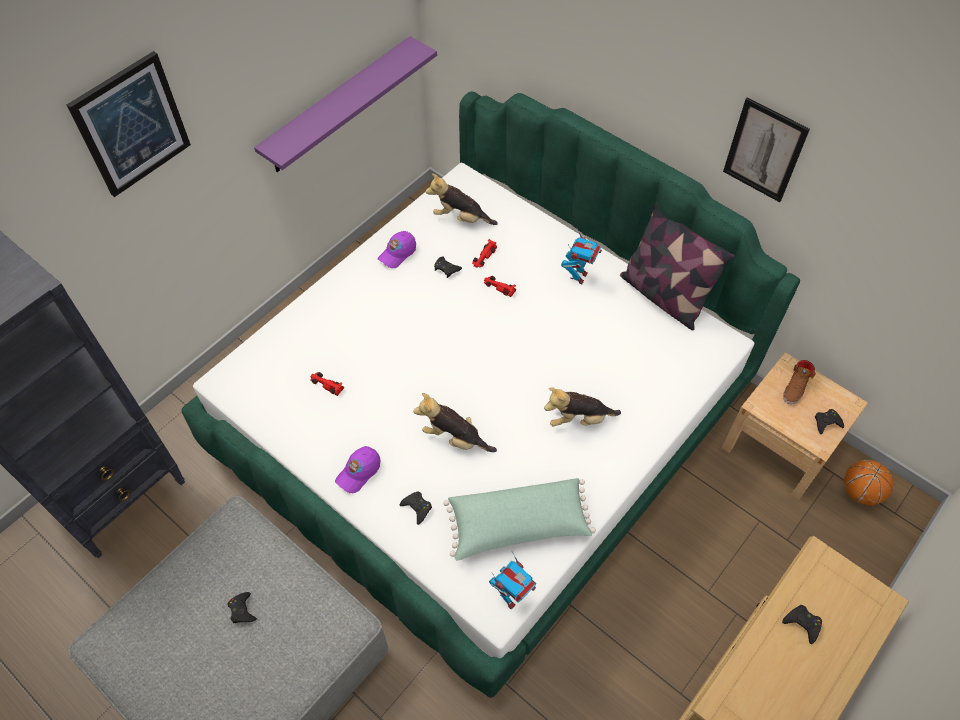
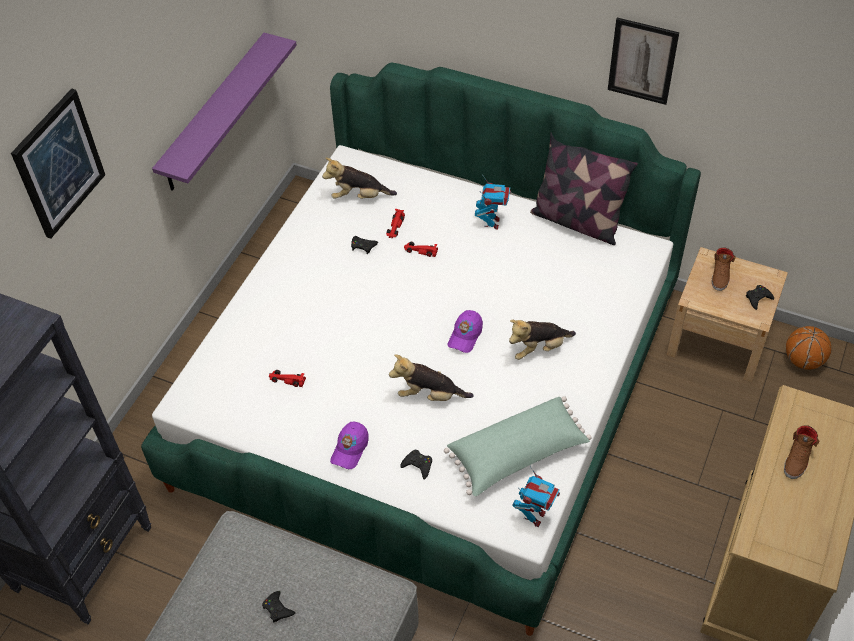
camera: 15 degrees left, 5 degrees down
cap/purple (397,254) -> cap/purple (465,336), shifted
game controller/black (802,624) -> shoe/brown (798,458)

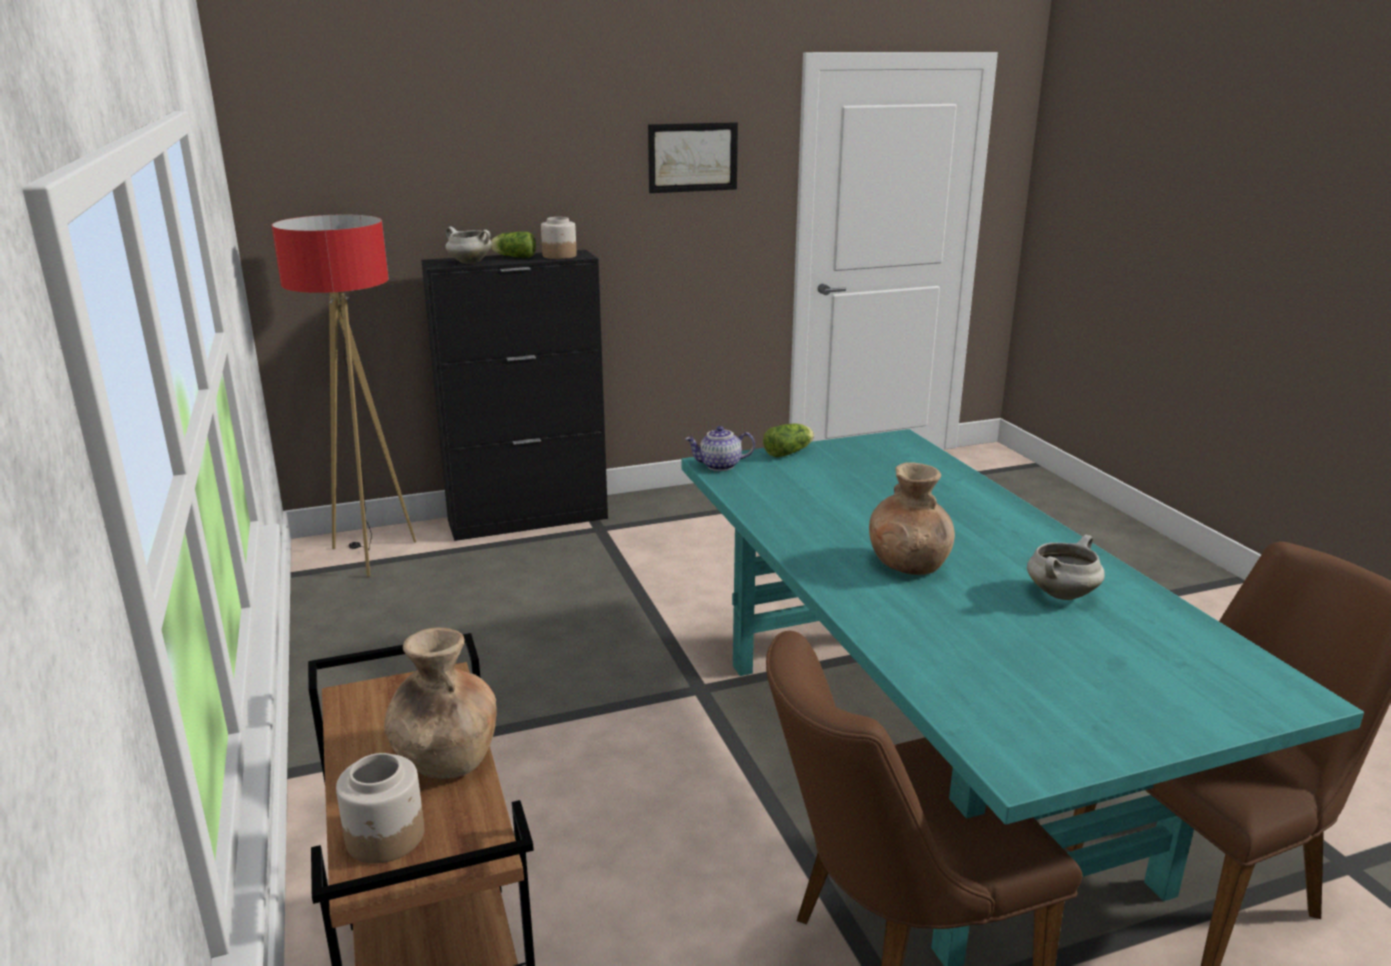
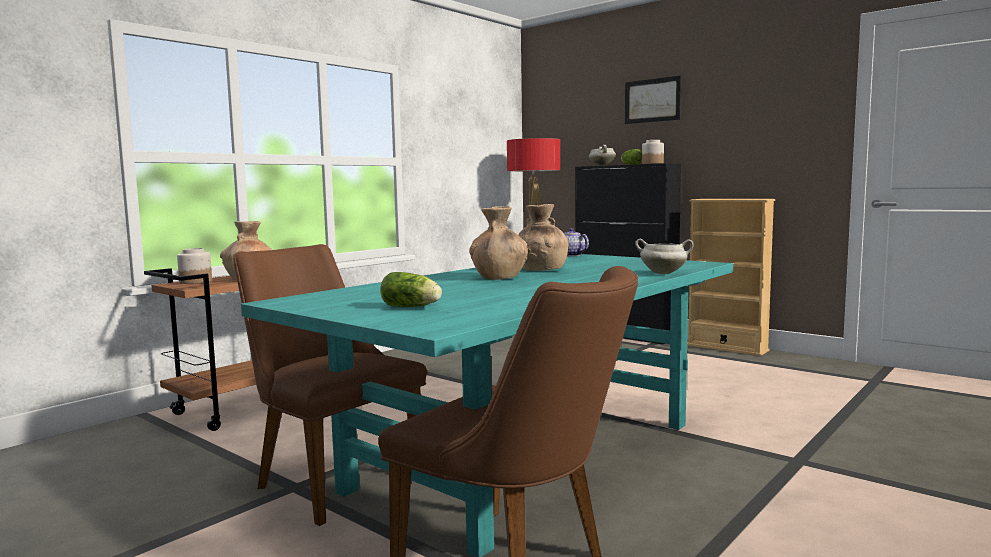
camera: 60 degrees right, 15 degrees down
picture (693,157) -> picture (652,100), shifted
lettuce (790,452) -> lettuce (412,307), shifted
cooking pot/white (1061,593) -> cooking pot/white (664,273), shifted
none -> vase/brown (540,270)
none -> bookcase/beige (727,348)

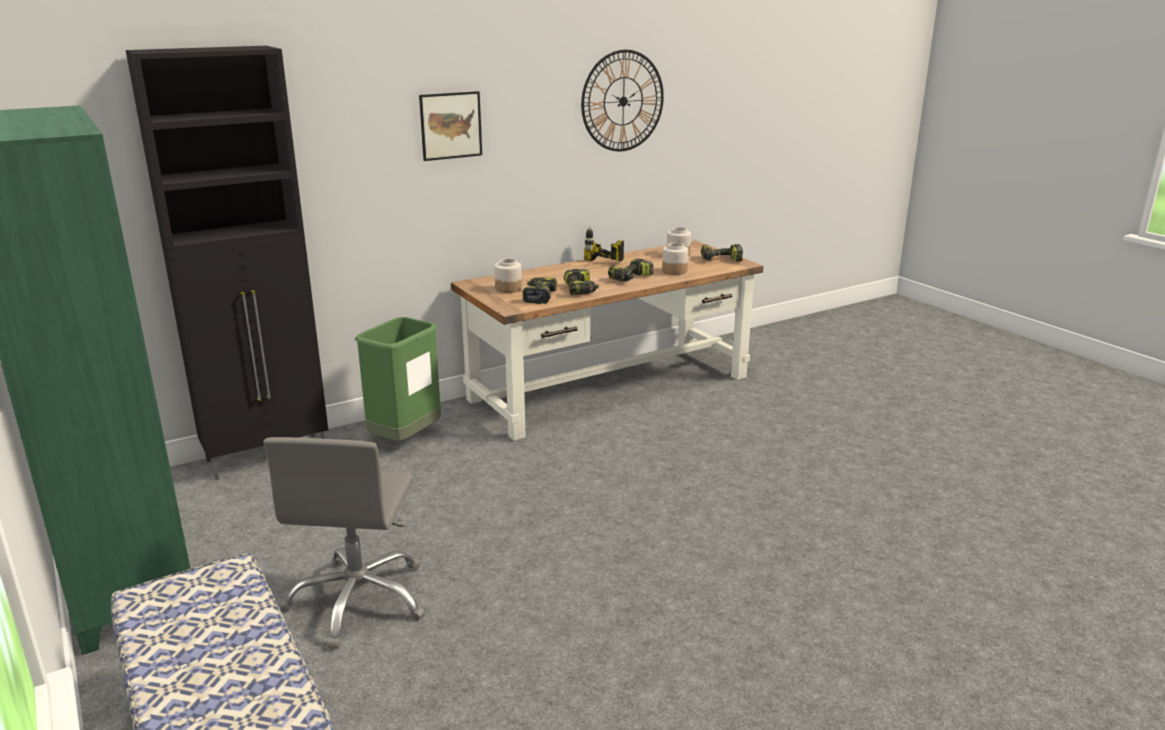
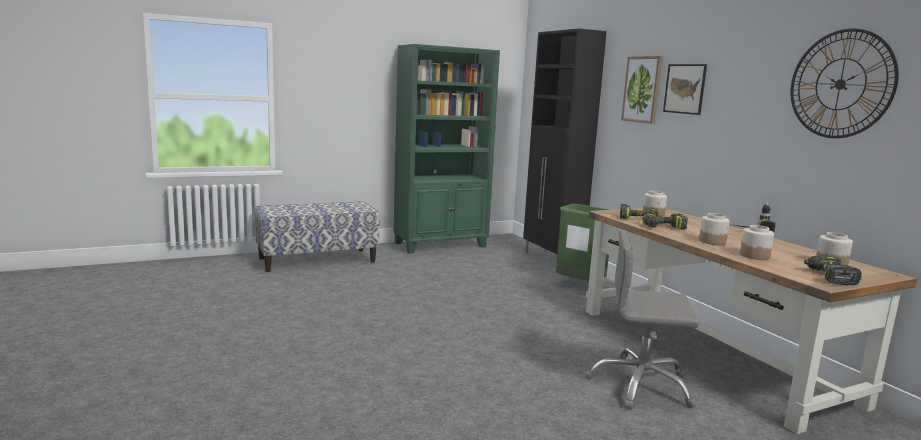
camera: 95 degrees right, 10 degrees down
office chair/grey (359,600) -> office chair/grey (640,385), shifted
power drill (631,278) -> jar (712,241)
none -> picture (642,89)

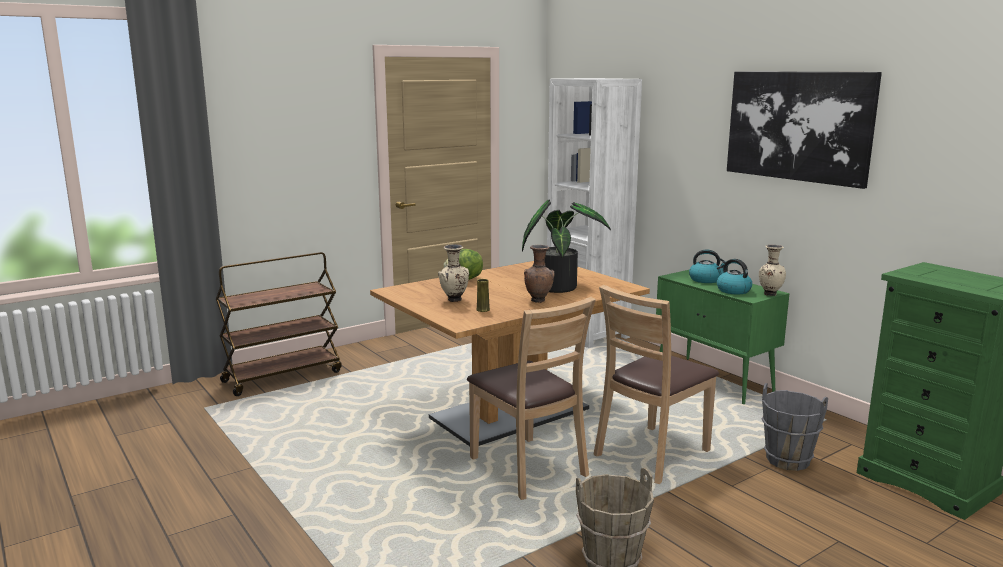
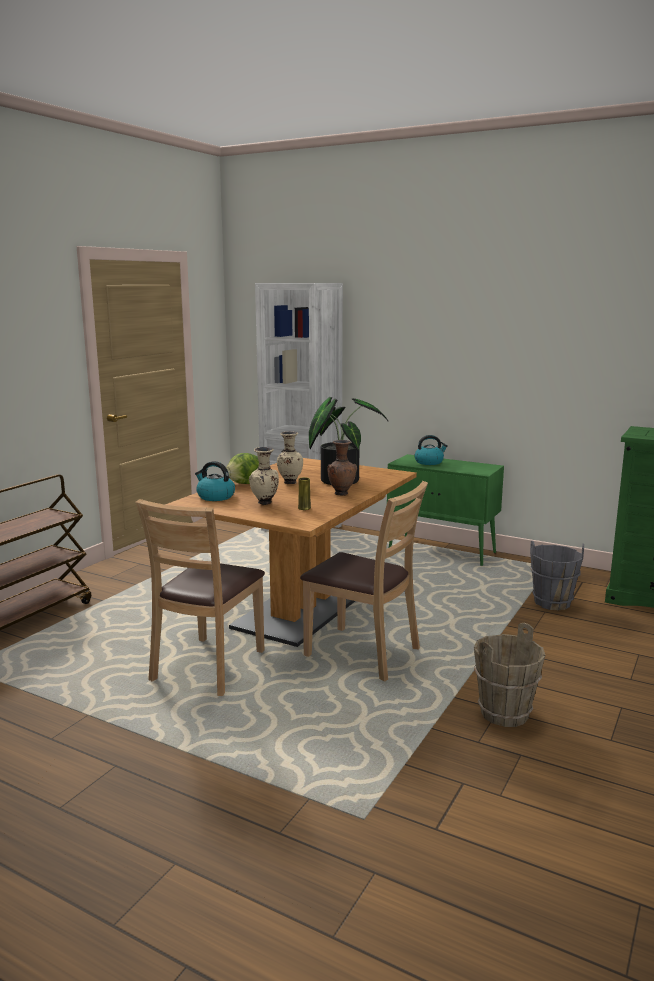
camera: 25 degrees left, 0 degrees up
chair/brown (652,454) -> chair/brown (208,666), shifted
kettle (732,290) -> kettle (215,497), shifted
picture (798,126) -> none
vase/beige (769,294) -> vase/beige (289,482), shifted

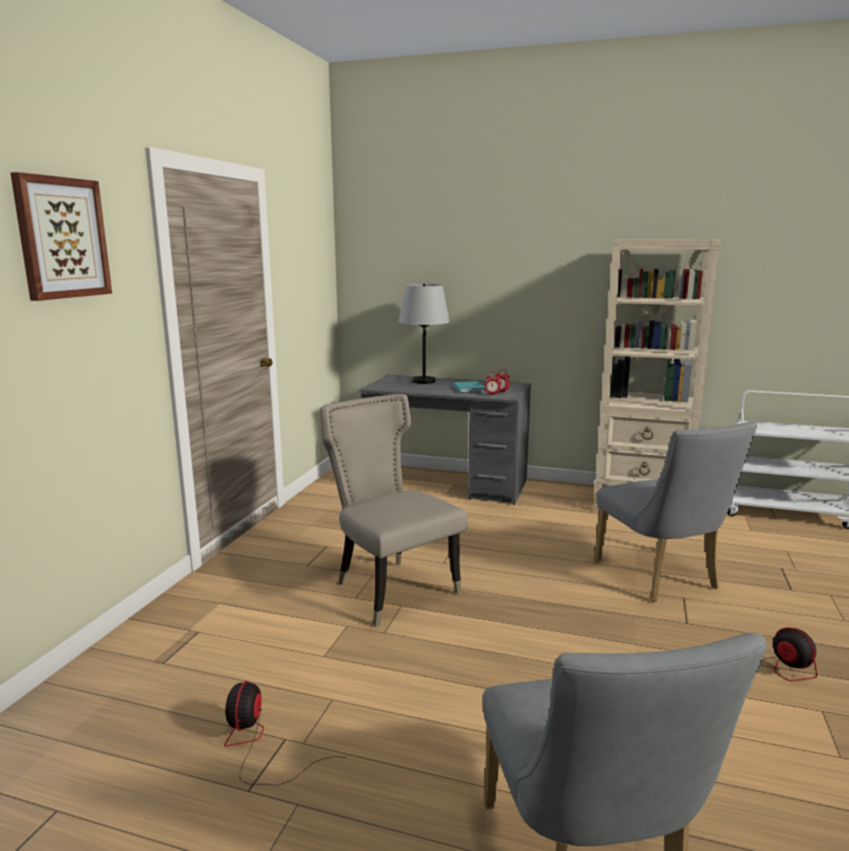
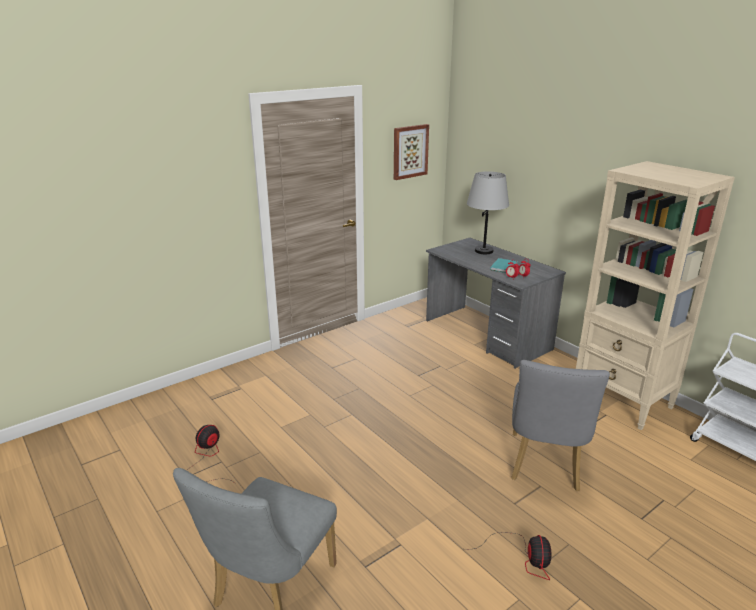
camera: 35 degrees right, 10 degrees up
picture (61,238) -> picture (410,151), shifted
chair/beige (391,588) -> none

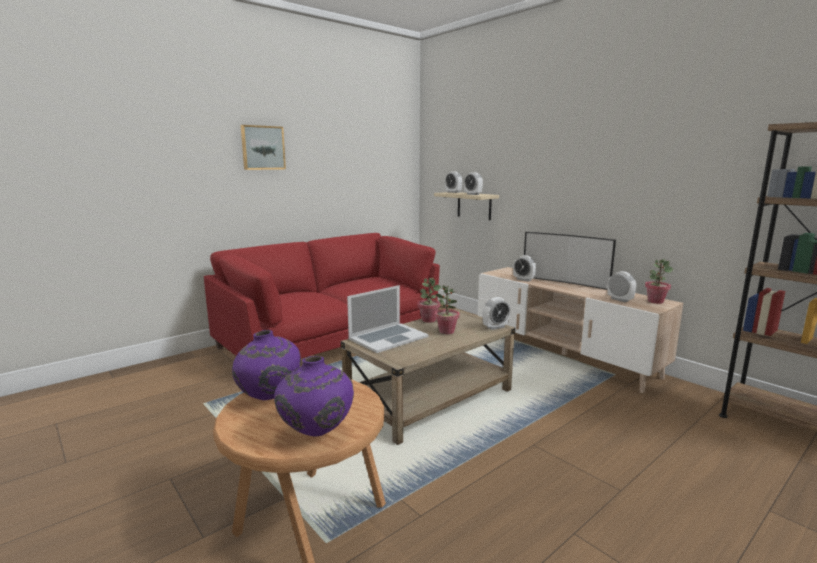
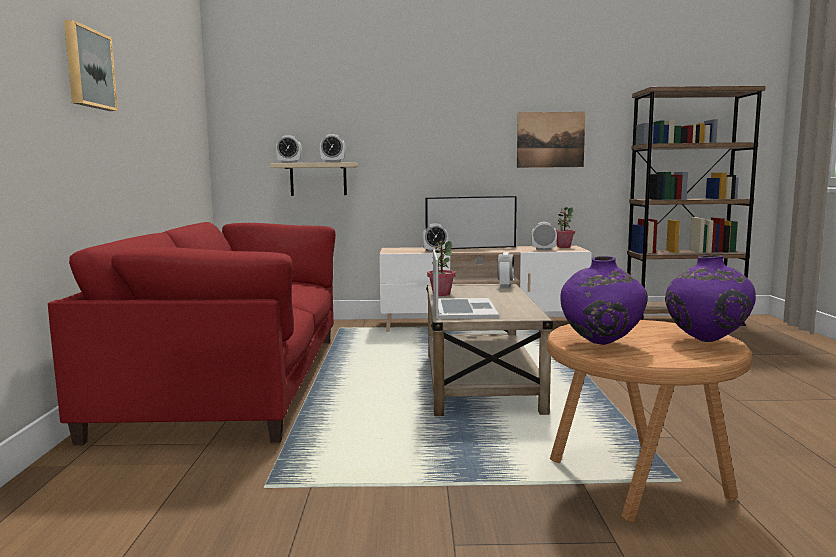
camera: 50 degrees left, 5 degrees down
potted plant (446,331) -> none
none -> picture (550,139)

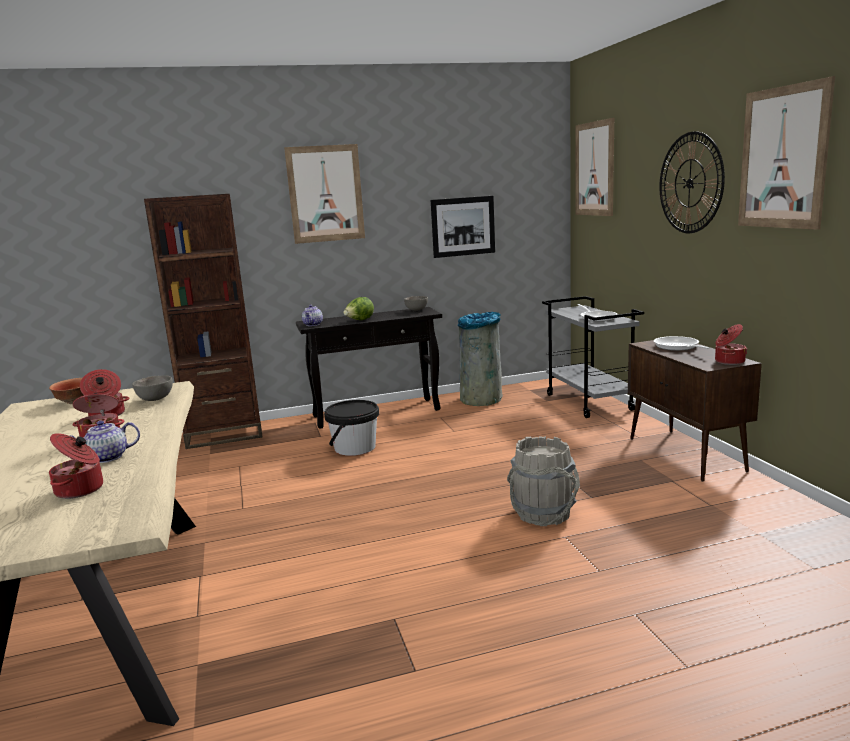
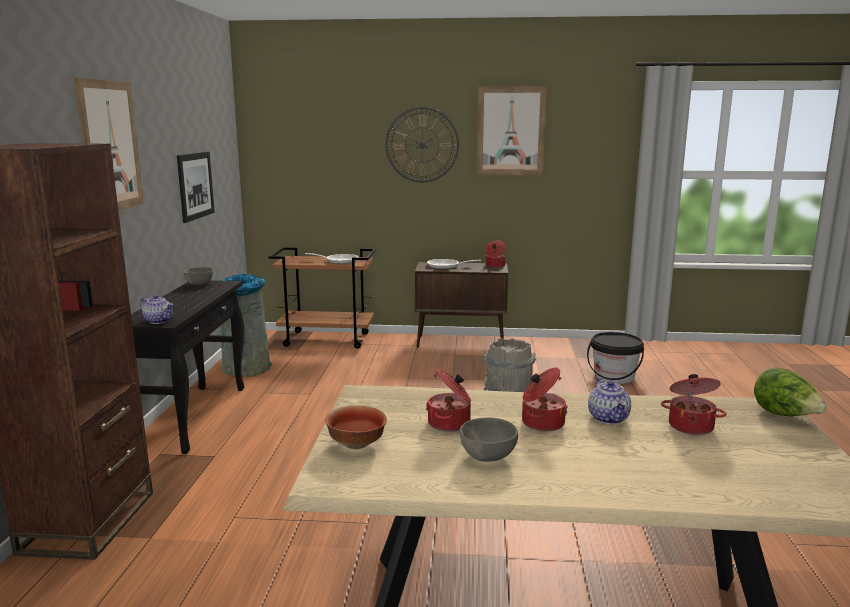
camera: 70 degrees left, 0 degrees up
bowl/grey (156,399) -> bowl/grey (487,456), shifted
bucket/black (355,447) -> bucket/black (614,377), shifted
lettuce (359,320) -> lettuce (785,415), shifted
cart/grey (590,402) -> cart/brown (328,339)
picture (594,169) -> none

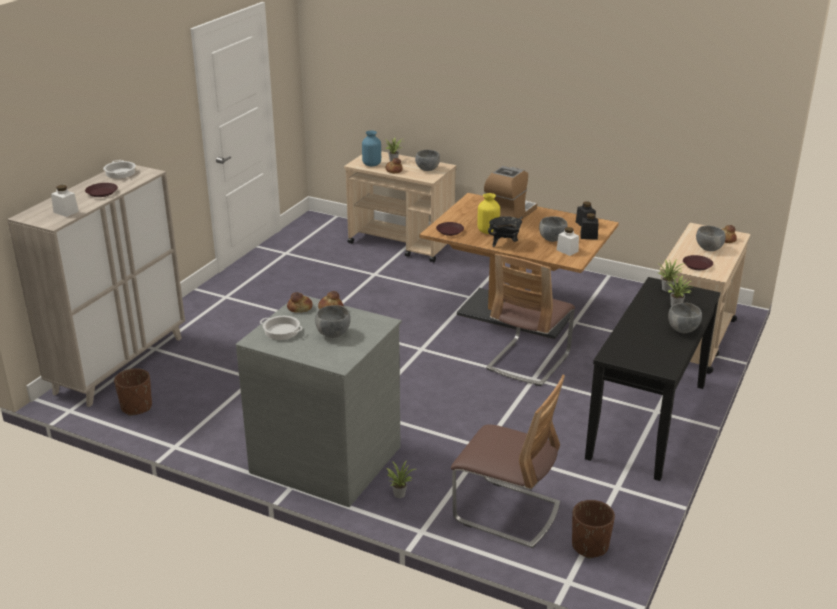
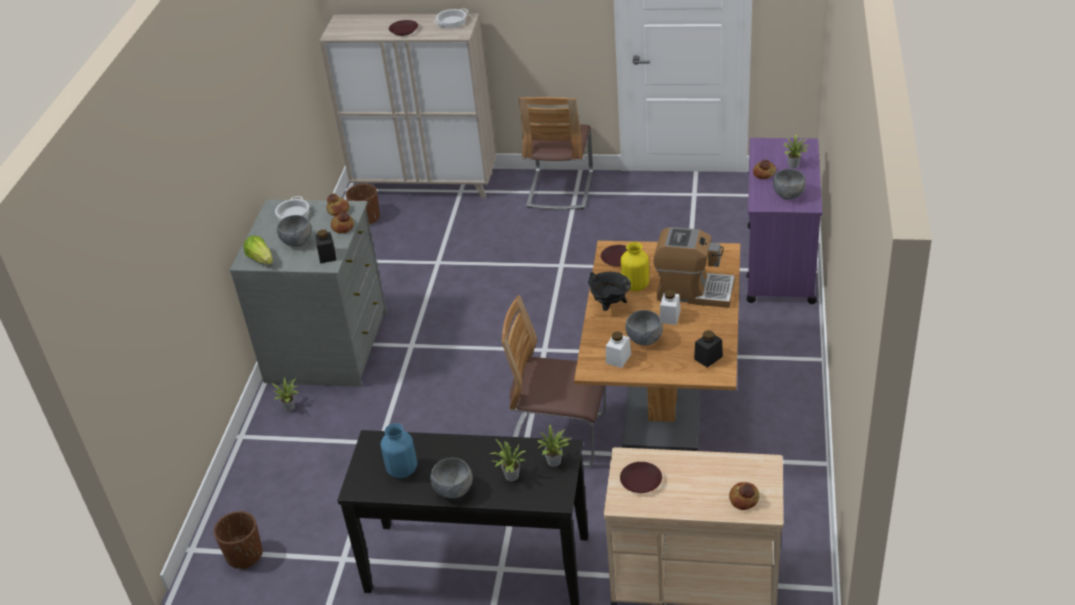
camera: 75 degrees right, 10 degrees up
jar/white (66,212) -> jar/white (670,316), shifted
cart/beige (402,243) -> cart/purple (780,264)
vase/blue (371,164) -> vase/blue (401,470), shifted
chair (506,512) -> chair (560,189), shifted
jar/black (588,236) -> jar/black (327,255), shifted
bowl/grey (708,249) -> none
none -> lettuce (261,259)

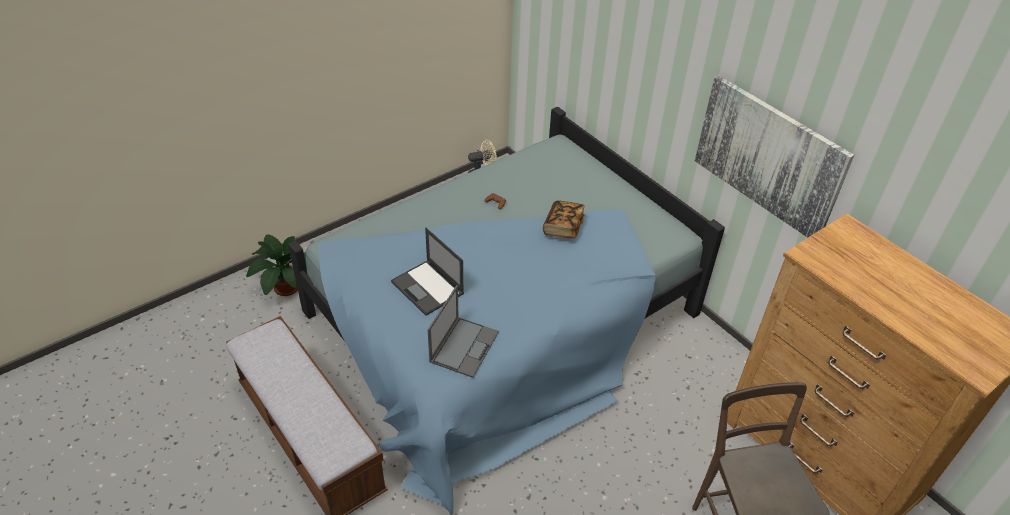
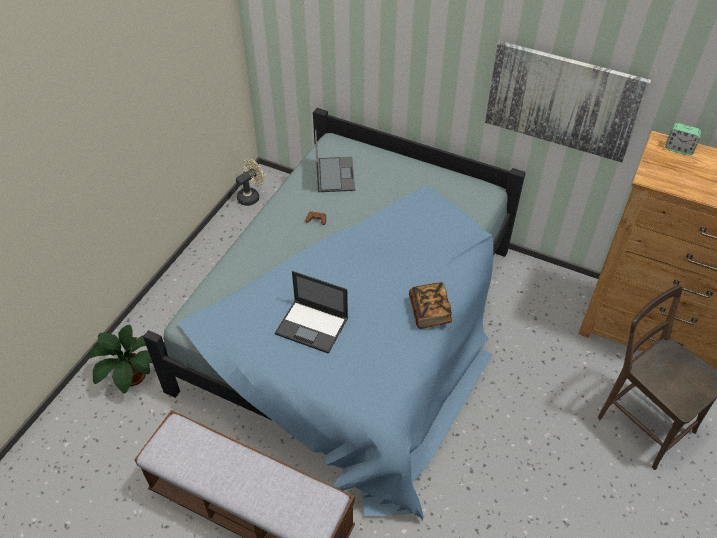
camera: 25 degrees left, 5 degrees up
laptop (464,346) -> laptop (335,174), shifted
book (563,227) -> book (429,312), shifted
none -> alarm clock (679,149)

